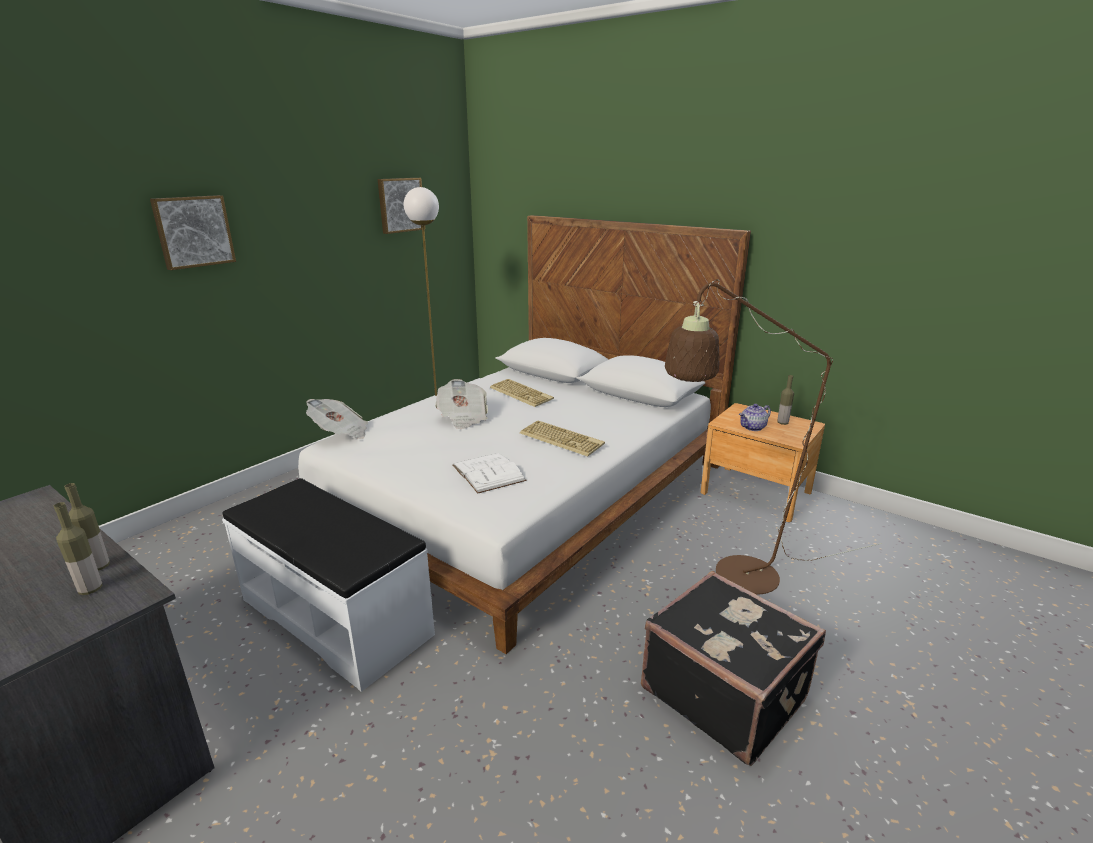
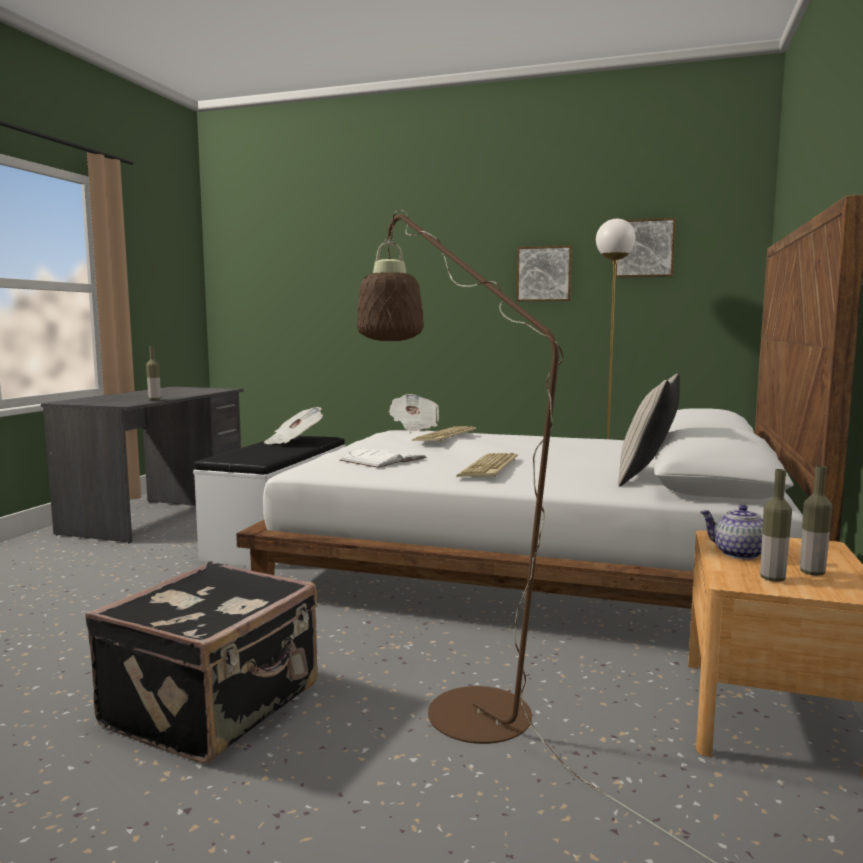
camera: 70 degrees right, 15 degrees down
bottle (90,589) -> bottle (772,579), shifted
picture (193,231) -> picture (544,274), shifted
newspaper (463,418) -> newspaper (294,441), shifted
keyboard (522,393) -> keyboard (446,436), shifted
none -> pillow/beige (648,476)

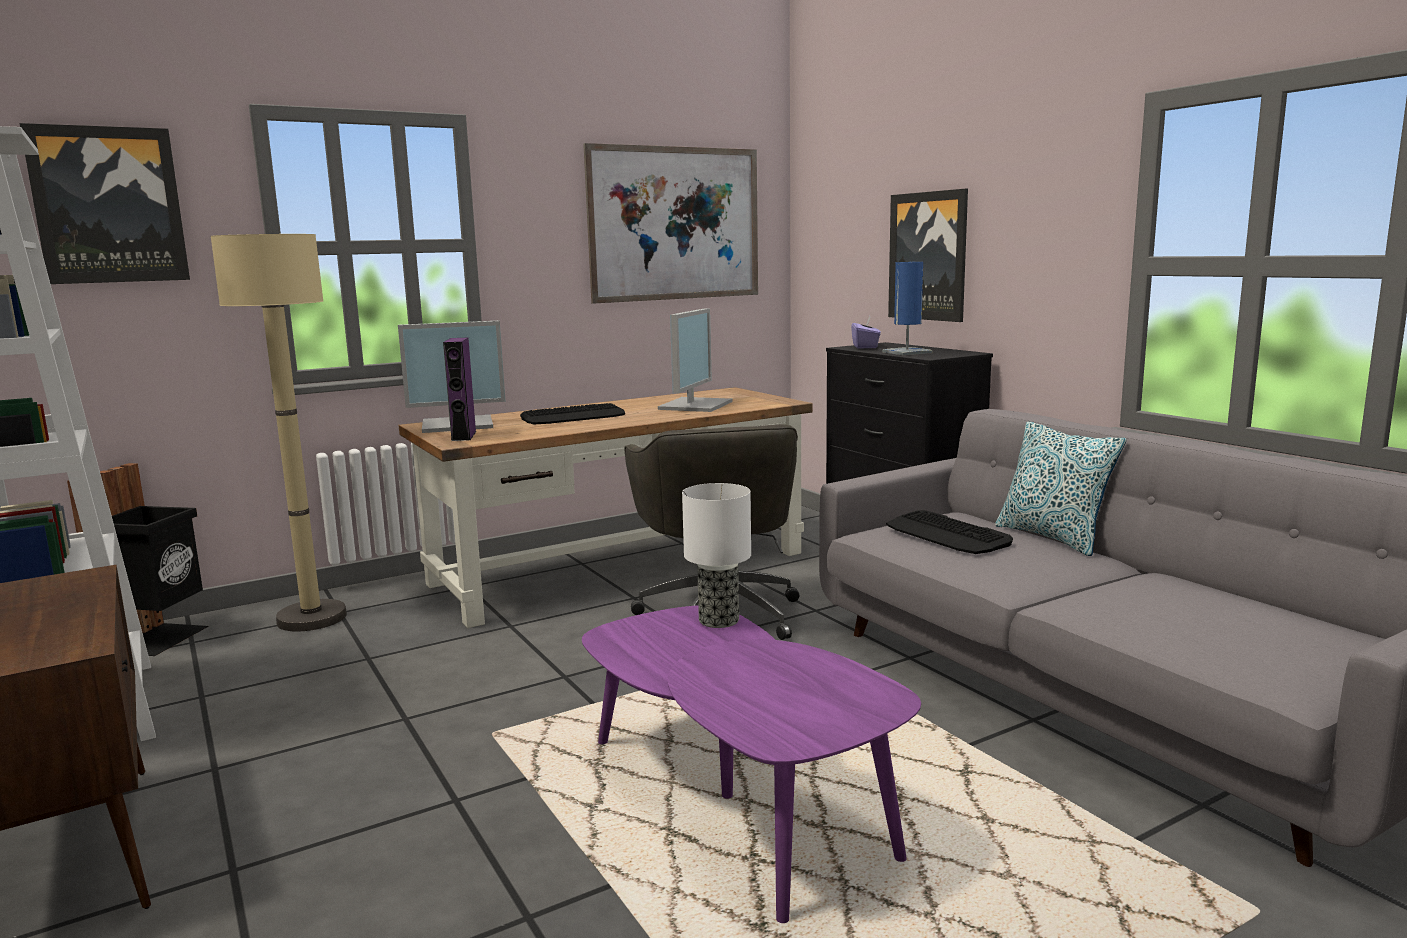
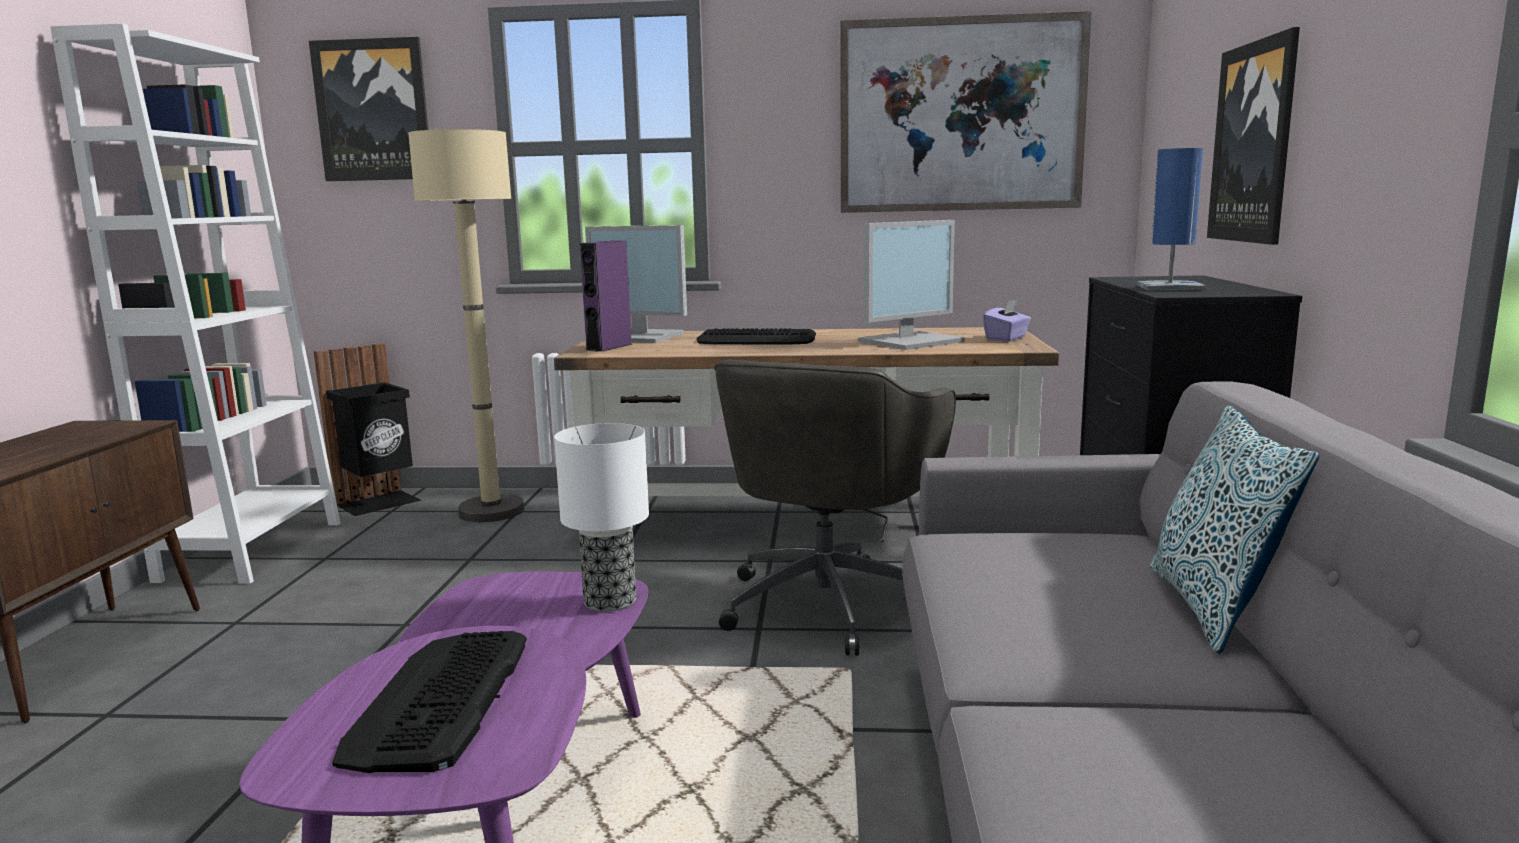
camera: 35 degrees right, 0 degrees up
tissue box/purple (865,347) -> tissue box/purple (1006,339), shifted
keyboard (947,534) -> keyboard (439,700), shifted

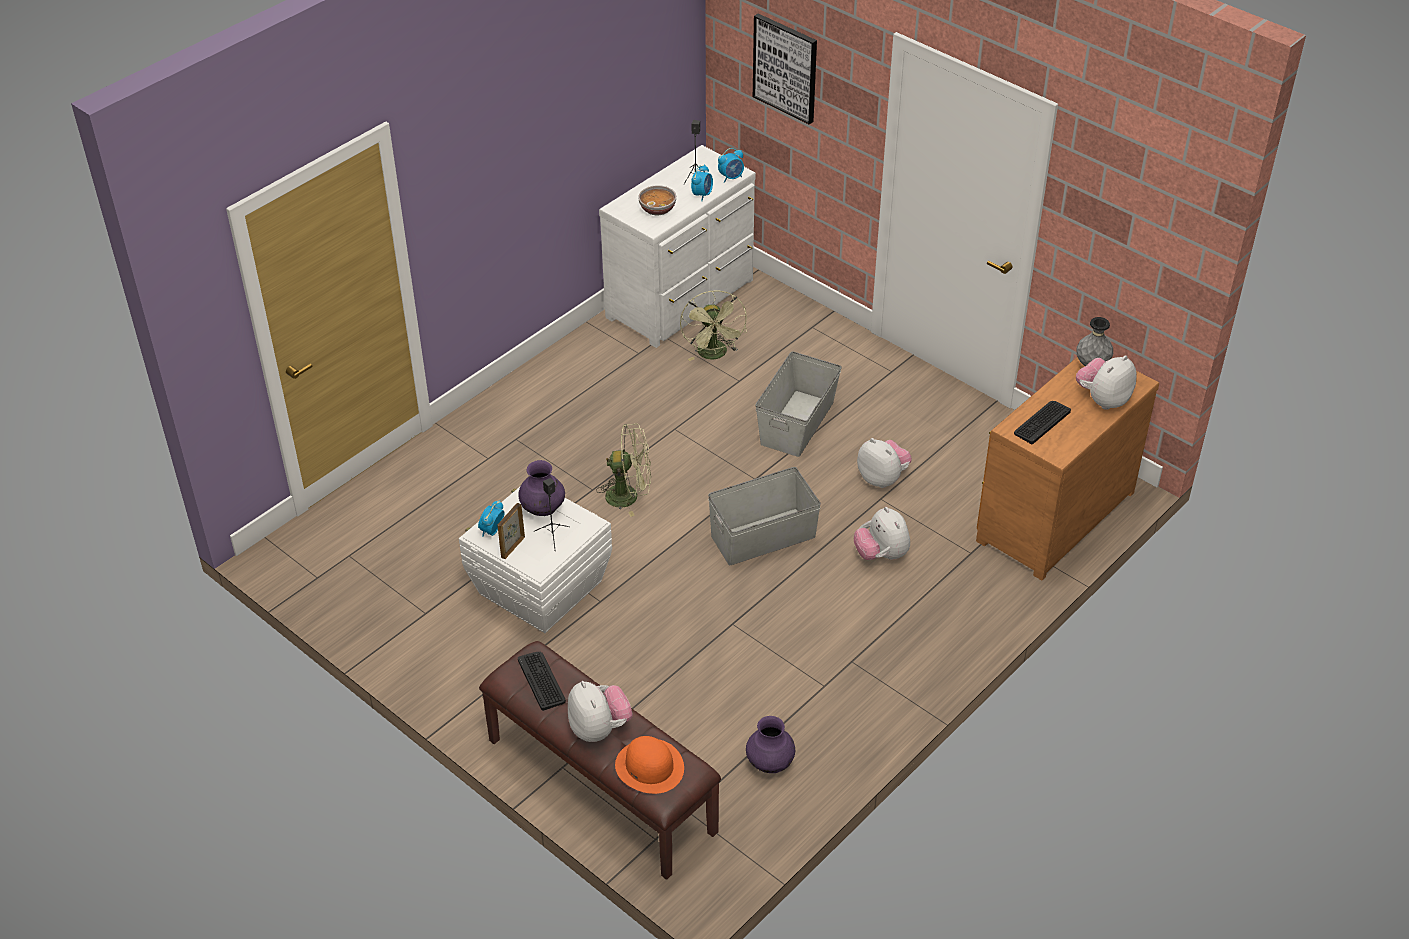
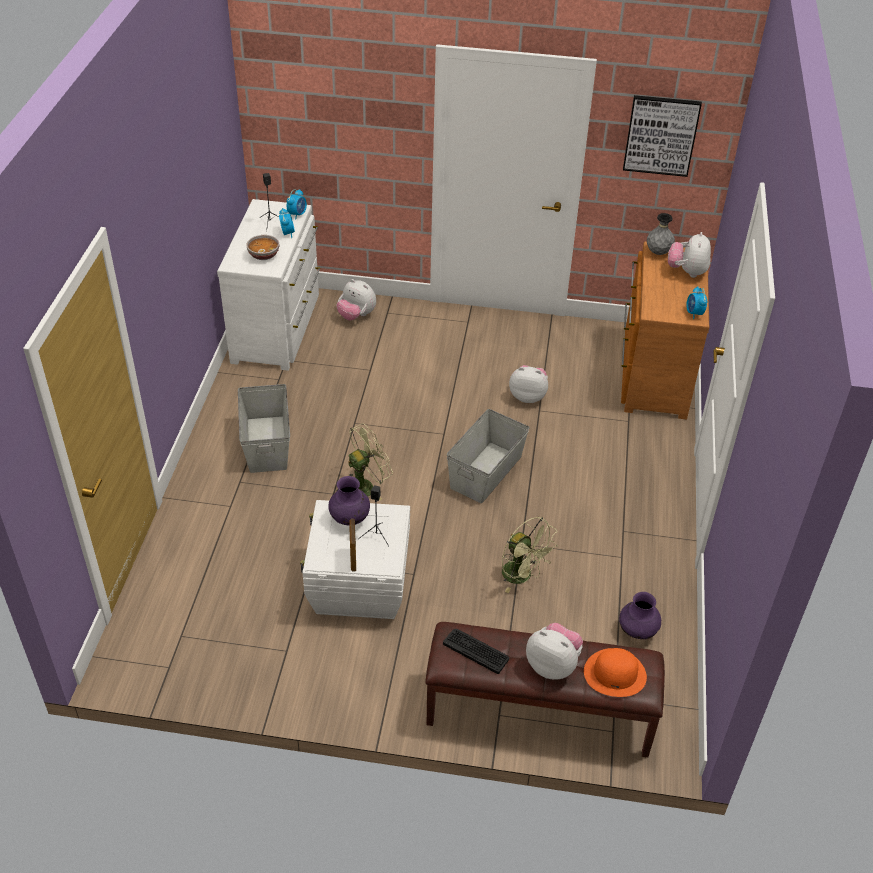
camera: 35 degrees left, 0 degrees up
alarm clock (492,531) -> alarm clock (694,313), shifted
fan/green (714,355) -> fan/green (522,576), shifted
picture (786,68) -> picture (661,135), shifted
storage box/grey (798,423) -> storage box/grey (267,443), shifted
plush toy (881,555) -> plush toy (356,315), shifted
keyboard (1041,422) -> none

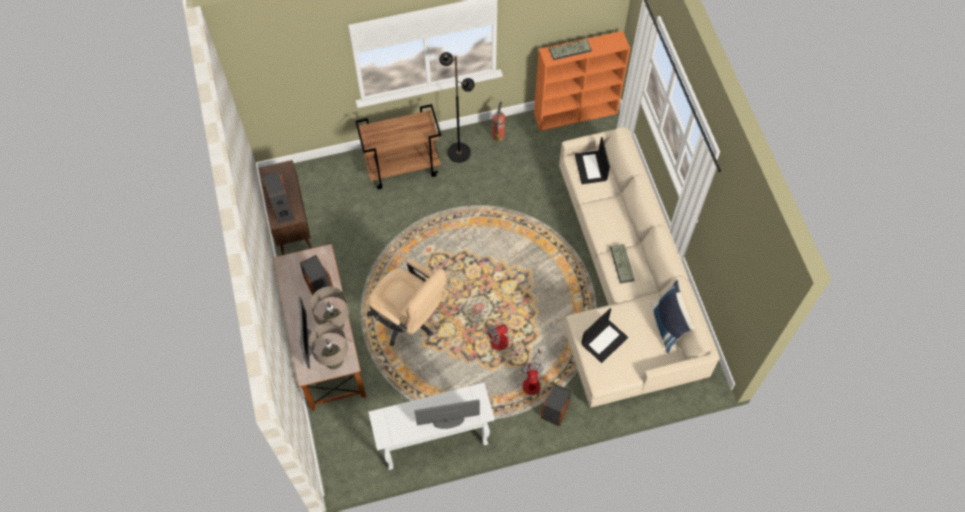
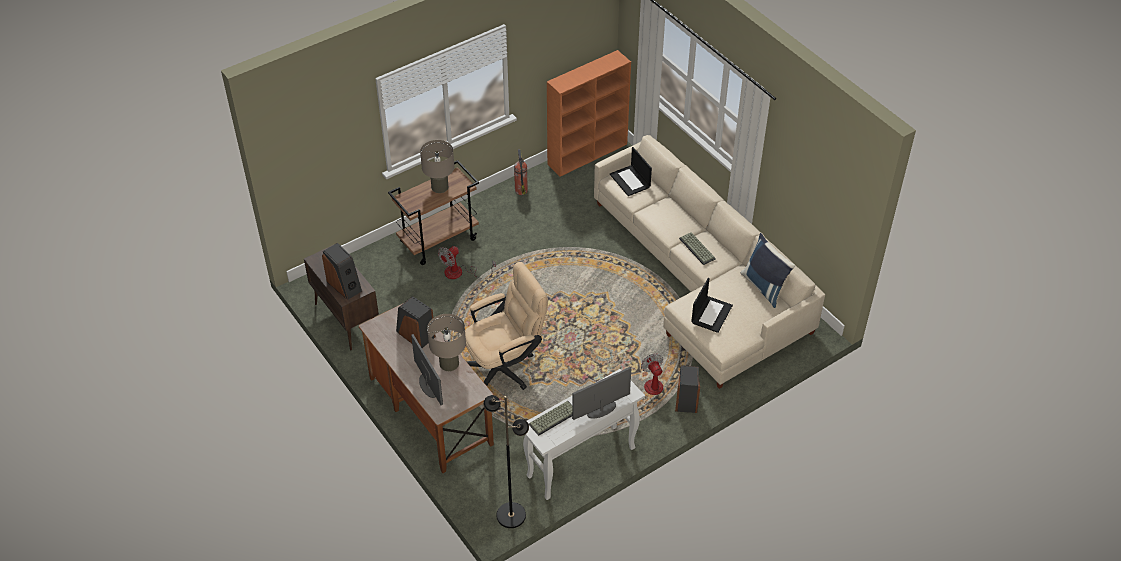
camera: 20 degrees left, 15 degrees down
table lamp/beige (333,360) -> table lamp/beige (439,187), shifted
office chair/beige (409,320) -> office chair/beige (505,367), 45 degrees counterclockwise
floor lamp/black (459,152) -> floor lamp/black (511,515), shifted
fan (506,345) -> fan (460,273), shifted
keyboard (570,49) -> keyboard (553,417), shifted

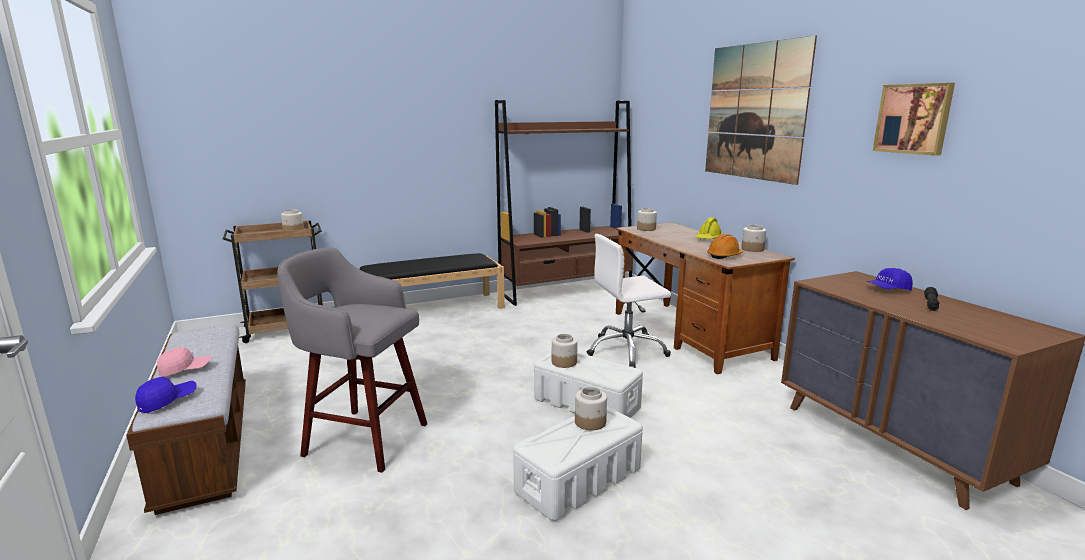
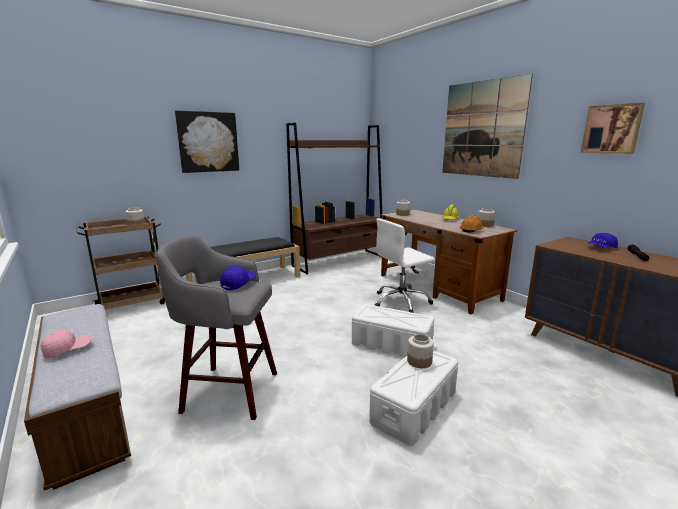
camera: 10 degrees left, 0 degrees up
cap/blue (167,401) -> cap/blue (238,284), shifted
jar (563,362) -> none
none -> picture (208,142)

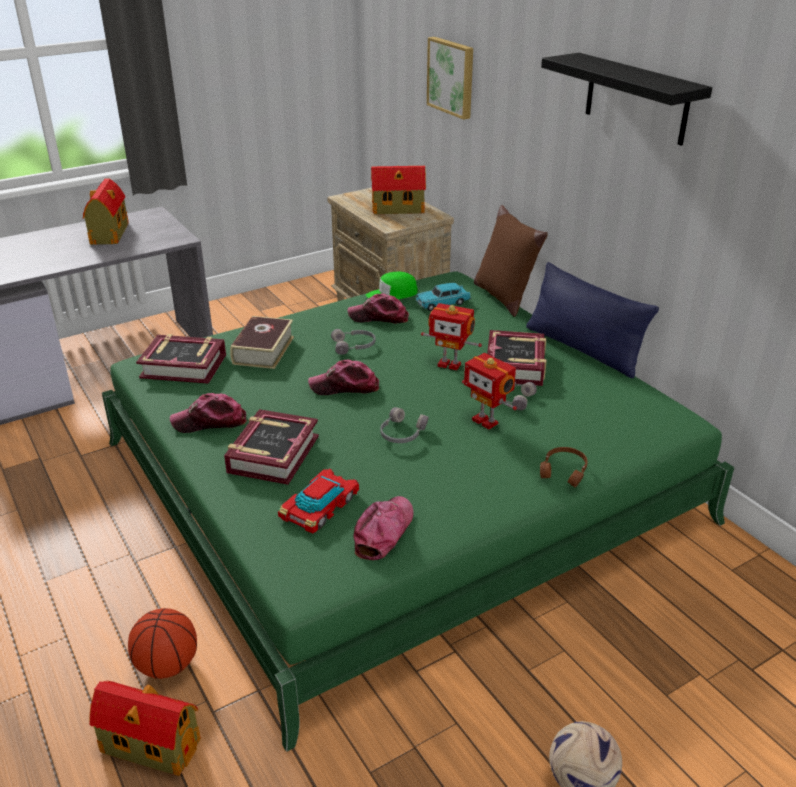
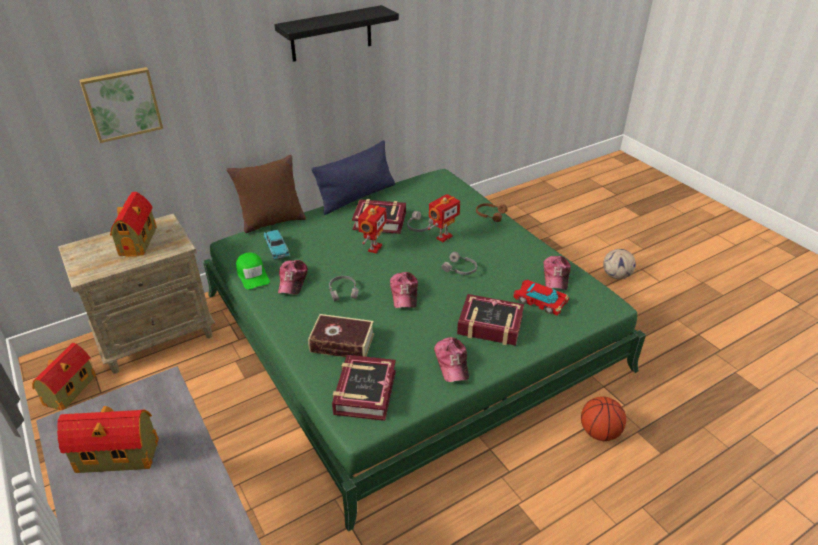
camera: 90 degrees left, 5 degrees up
toy house (149,745) -> toy house (69,391), shifted
cap (383,532) -> cap (556,276), 105 degrees counterclockwise

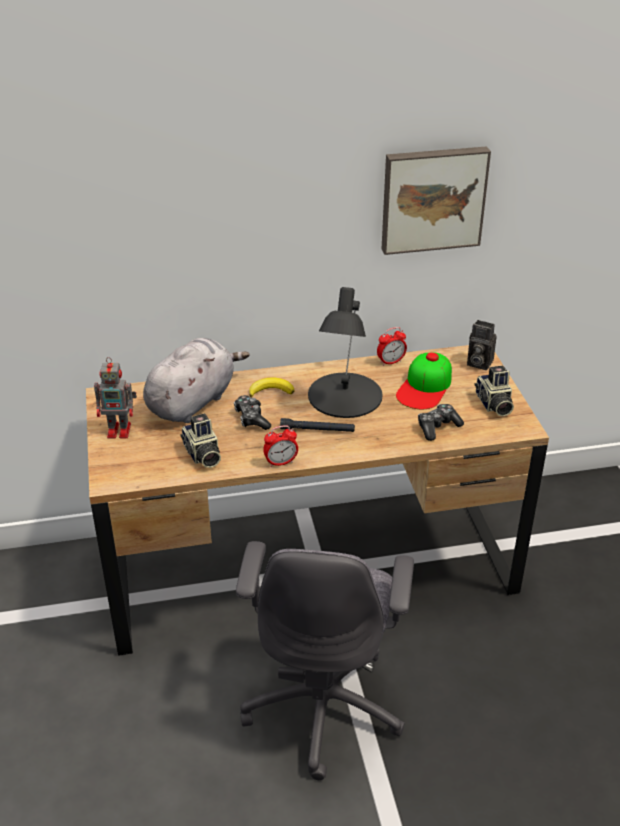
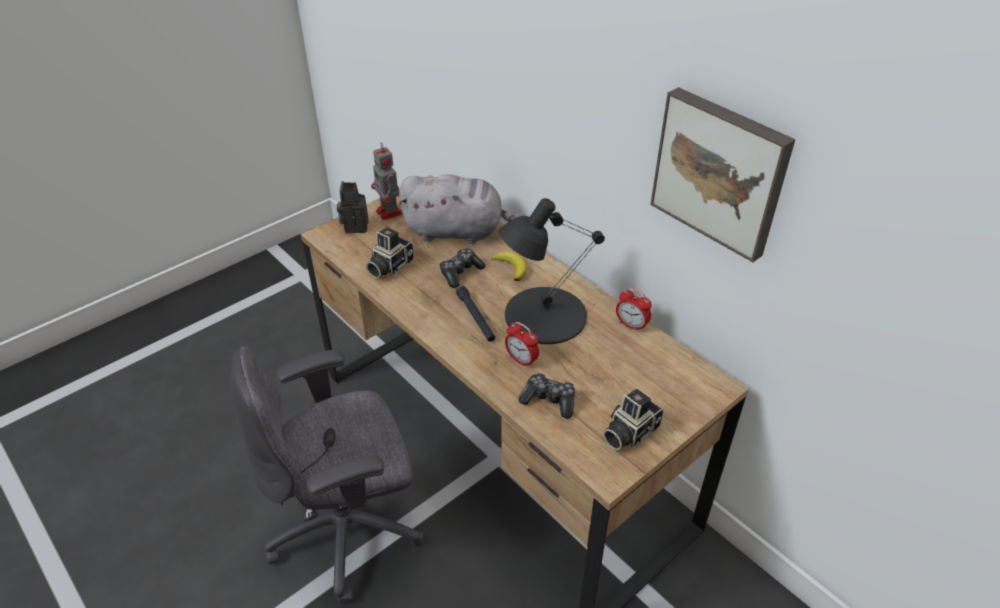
camera: 60 degrees right, 5 degrees up
alarm clock (281,462) -> alarm clock (521,360), shifted
cap (425,387) -> none
photo camera (478,363) -> photo camera (354,225), shifted

